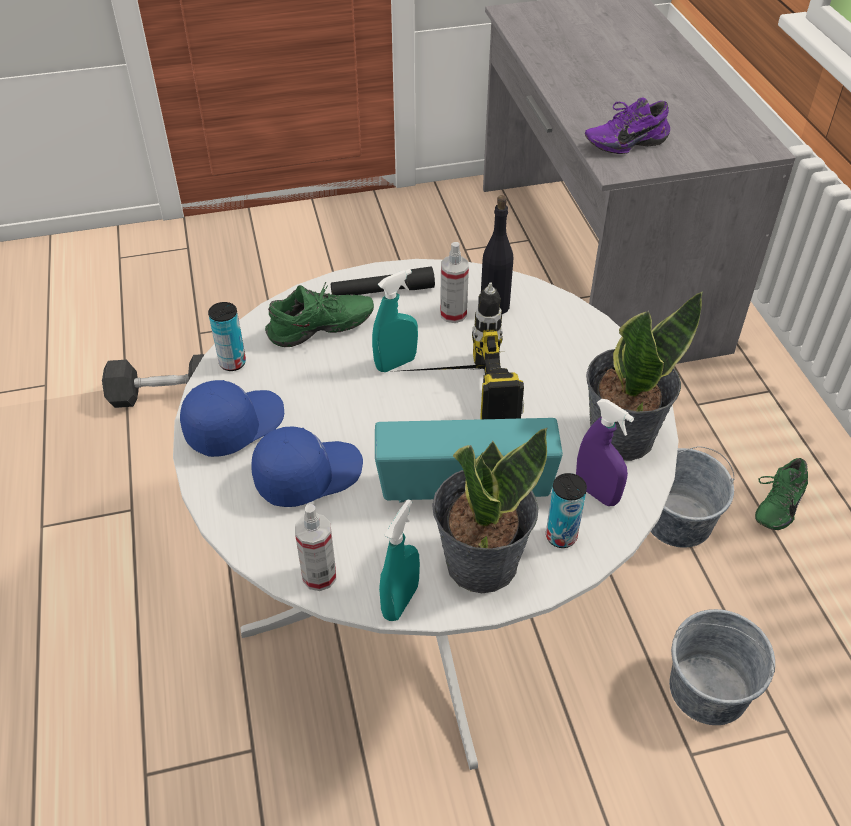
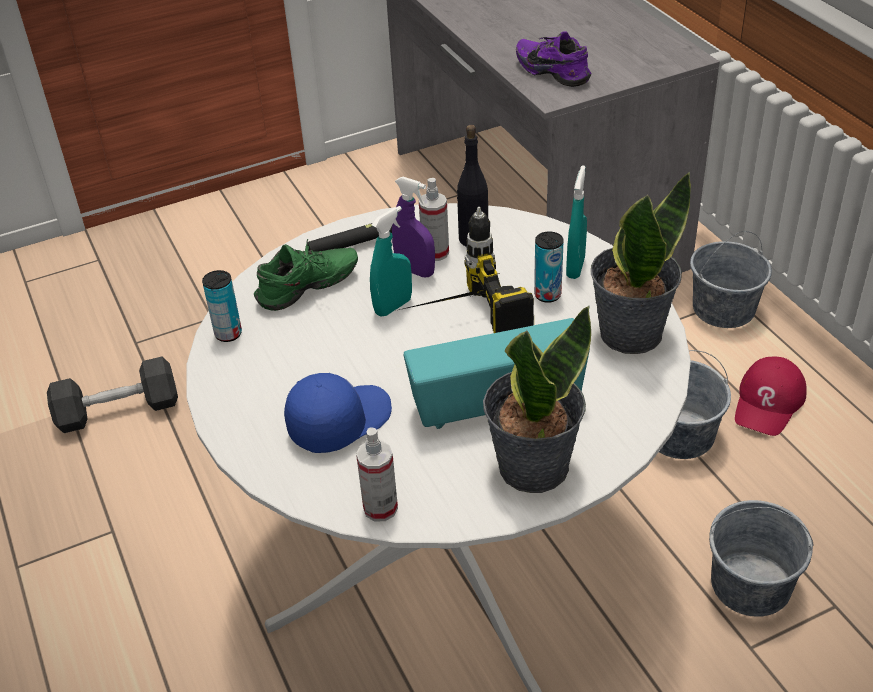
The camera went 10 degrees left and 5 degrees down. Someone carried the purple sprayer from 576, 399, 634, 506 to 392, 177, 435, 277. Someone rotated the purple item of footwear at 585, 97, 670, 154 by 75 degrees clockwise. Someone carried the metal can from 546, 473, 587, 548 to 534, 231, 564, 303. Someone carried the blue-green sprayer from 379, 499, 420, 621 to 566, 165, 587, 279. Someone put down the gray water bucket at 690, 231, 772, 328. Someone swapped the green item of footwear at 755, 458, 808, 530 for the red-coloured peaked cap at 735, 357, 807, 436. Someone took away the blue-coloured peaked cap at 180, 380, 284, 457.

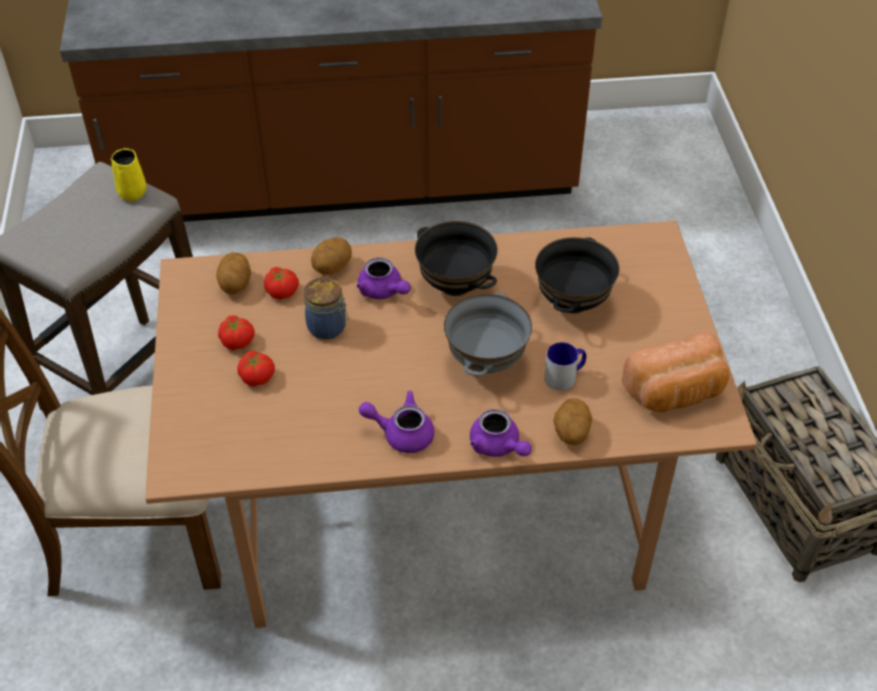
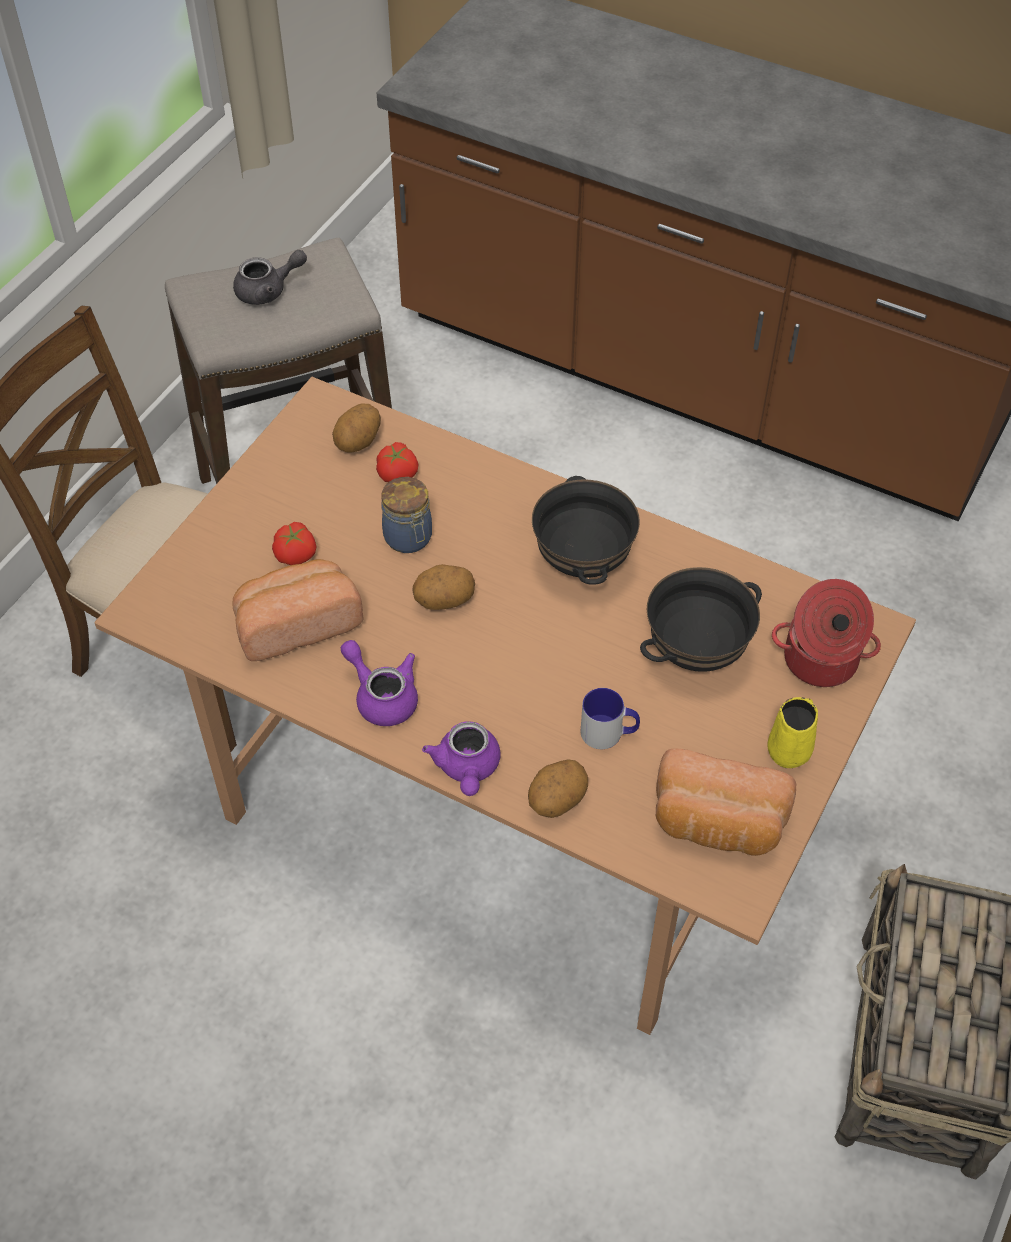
The camera went 35 degrees right and 5 degrees up. Someone put down the gray tea pot at 233, 250, 307, 305. Someone put down the bread at 233, 559, 364, 661. Someone carried the spud from 311, 237, 352, 275 to 412, 564, 475, 610. Someone carried the yellow-coloured mug from 111, 148, 147, 201 to 767, 697, 818, 769. Someone put down the stockpot at 772, 579, 881, 687. Someone took away the fresh tomato at 218, 315, 255, 350. Someone took away the purple tea pot at 356, 257, 411, 299. Someone took away the gray bowl at 444, 293, 532, 376.

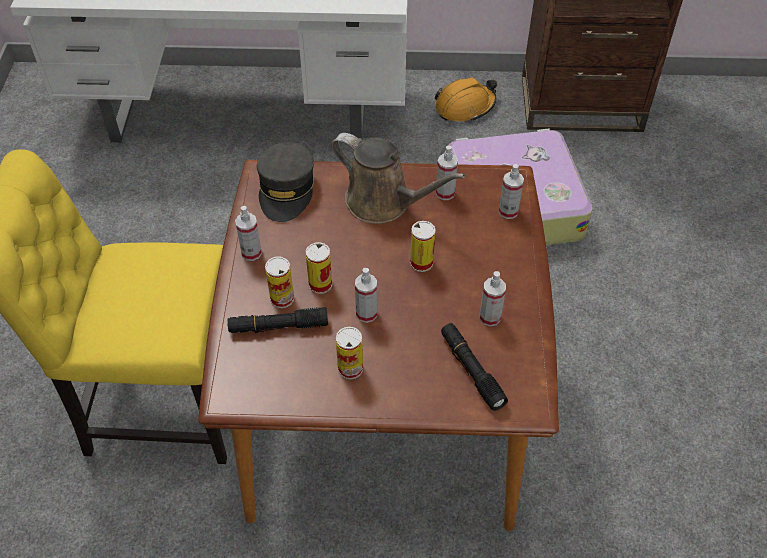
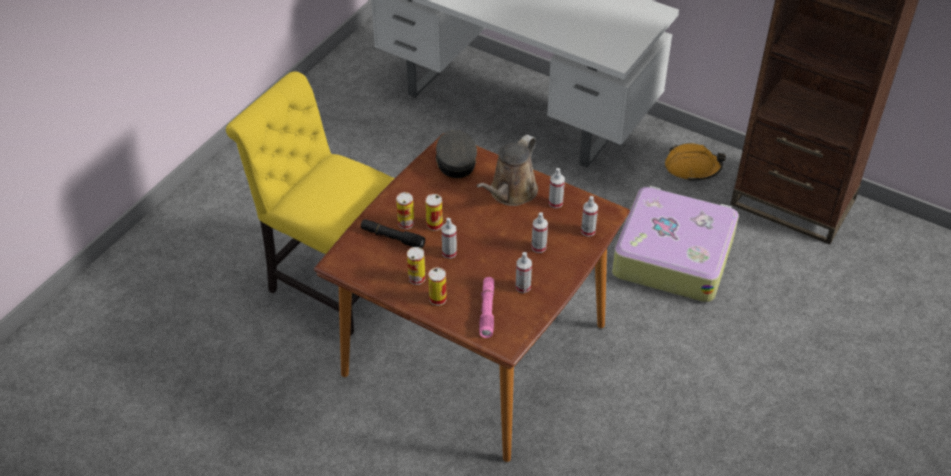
The camera went 30 degrees right and 5 degrees down. Someone carried the metal can from 410, 221, 436, 272 to 428, 268, 447, 306. Someone rotated the gray peaked cap at 257, 142, 314, 222 by 135 degrees clockwise. Someone rotated the brownish watering pot at 331, 133, 465, 224 by 60 degrees clockwise. Someone repainted the black-coloured flashlight at 441, 323, 508, 411, which became the pink flashlight at 479, 277, 494, 338. Someone carried the sprayer from 235, 206, 262, 261 to 531, 212, 548, 253.

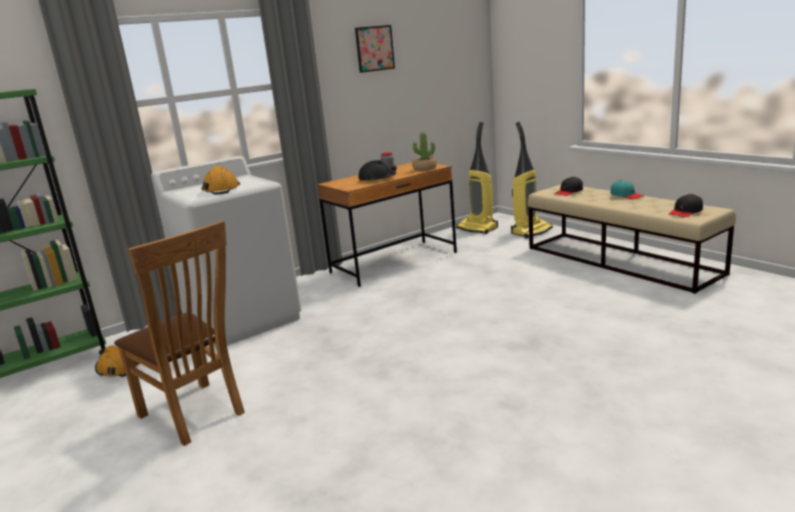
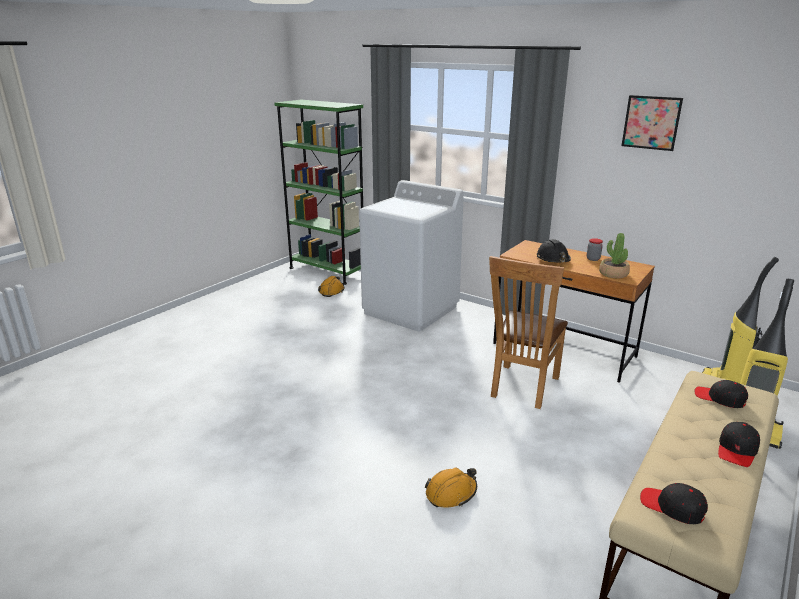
The camera went 70 degrees right and 5 degrees up. Someone carried the orange safety helmet from 201, 166, 240, 195 to 425, 467, 477, 508. Someone carried the brownish upright chair from 114, 221, 245, 446 to 489, 256, 568, 409. Someone repainted the blue-green peaked cap at 610, 180, 643, 199, which became the black-coloured peaked cap at 718, 422, 760, 467.

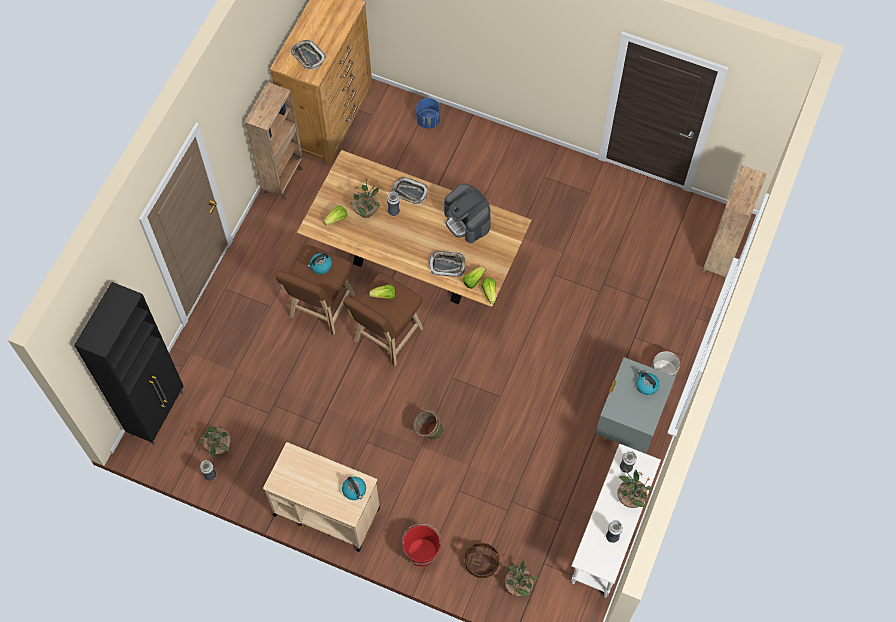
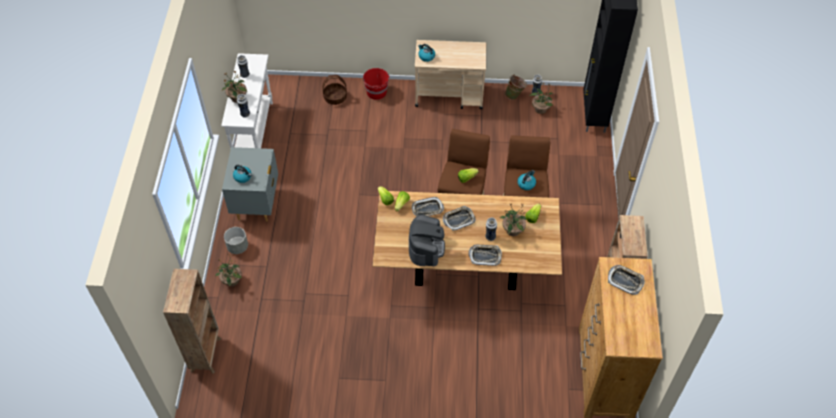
The camera went 160 degrees right and 10 degrees down. Someone carried the houseplant from 505, 559, 538, 597 to 215, 254, 242, 287. Someone rotated the coffee machine at 444, 184, 491, 243 by 60 degrees clockwise. Someone put down the serving tray at 443, 206, 476, 231. Someone carried the green water bucket from 414, 410, 444, 440 to 505, 74, 527, 100. Someone took away the blue-coloured plant pot at 416, 98, 440, 129.

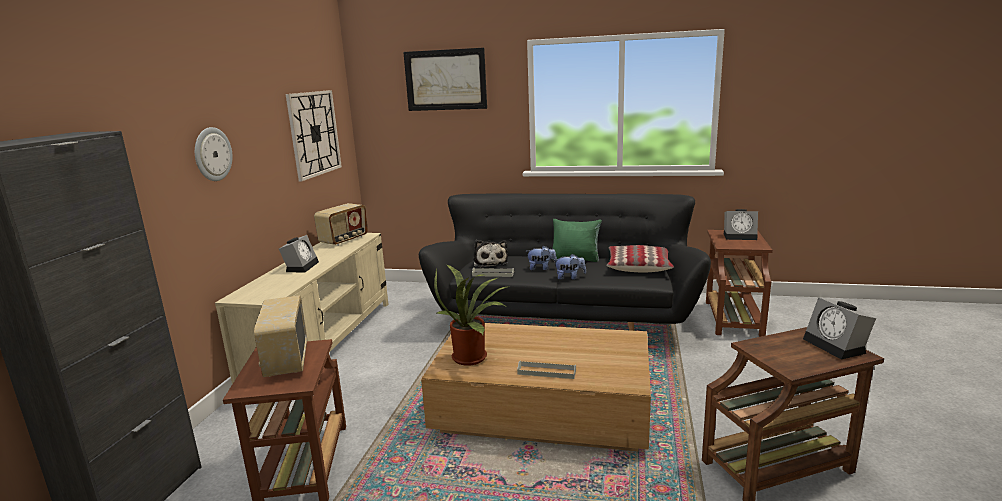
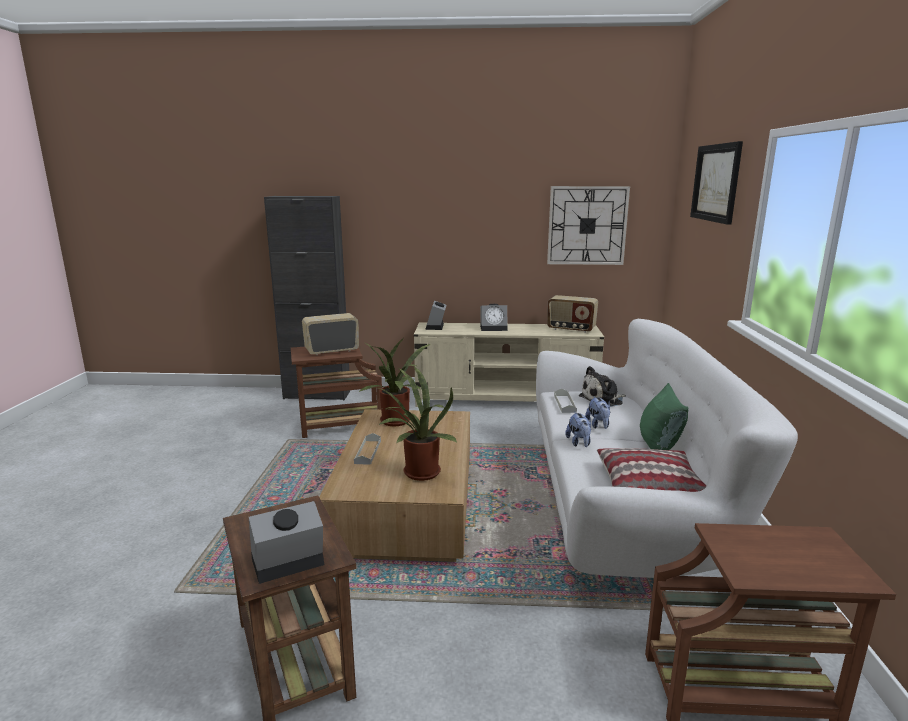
The camera went 80 degrees right and 0 degrees up. Someone put down the houseplant at 378, 366, 457, 481. Someone carried the table clock from 724, 209, 758, 240 to 425, 301, 446, 330. Someone repainted the black-coloured sofa at 419, 193, 711, 331, which became the white sofa at 536, 319, 798, 578. Someone took away the clock on the wall at 195, 127, 233, 181.

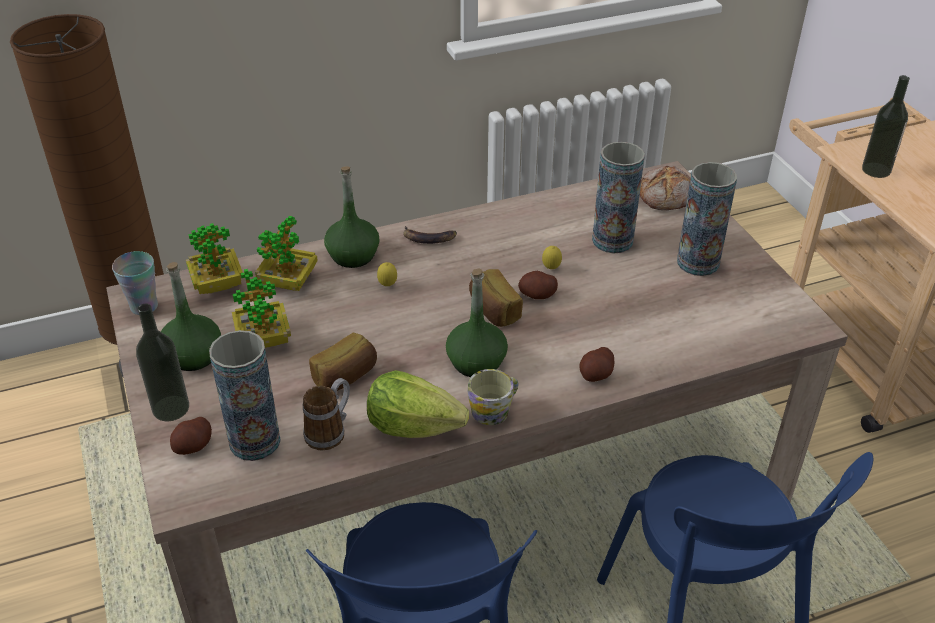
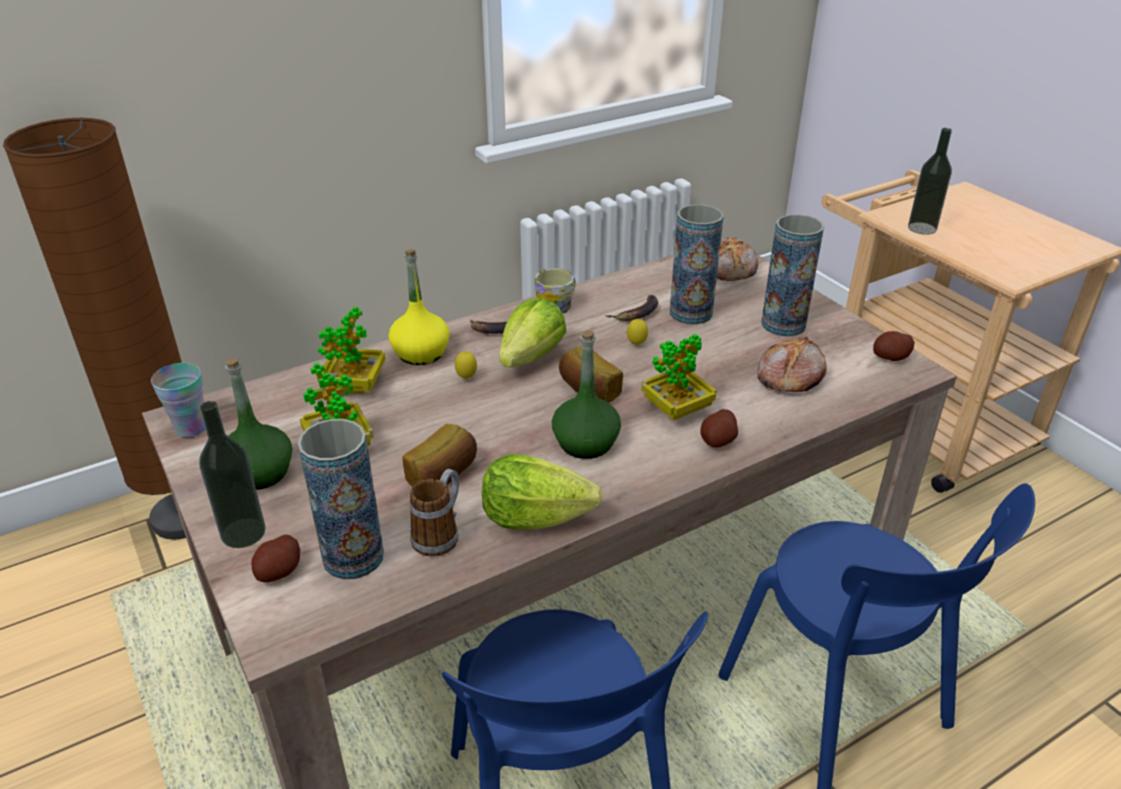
The camera went 10 degrees left and 5 degrees down. Someone repainted the green beverage bottle at 324, 166, 380, 268, which became the yellow-coloured beverage bottle at 388, 249, 450, 365. Someone put down the head of lettuce at 499, 297, 566, 367. Someone carried the mug from 468, 369, 519, 425 to 535, 269, 576, 313. Someone put down the whole banana at 605, 295, 658, 321. Someone carried the houseplant from 186, 223, 243, 294 to 641, 334, 717, 420. Someone put down the bread at 757, 337, 827, 392. Someone carried the spud from 518, 271, 558, 299 to 873, 331, 915, 361.

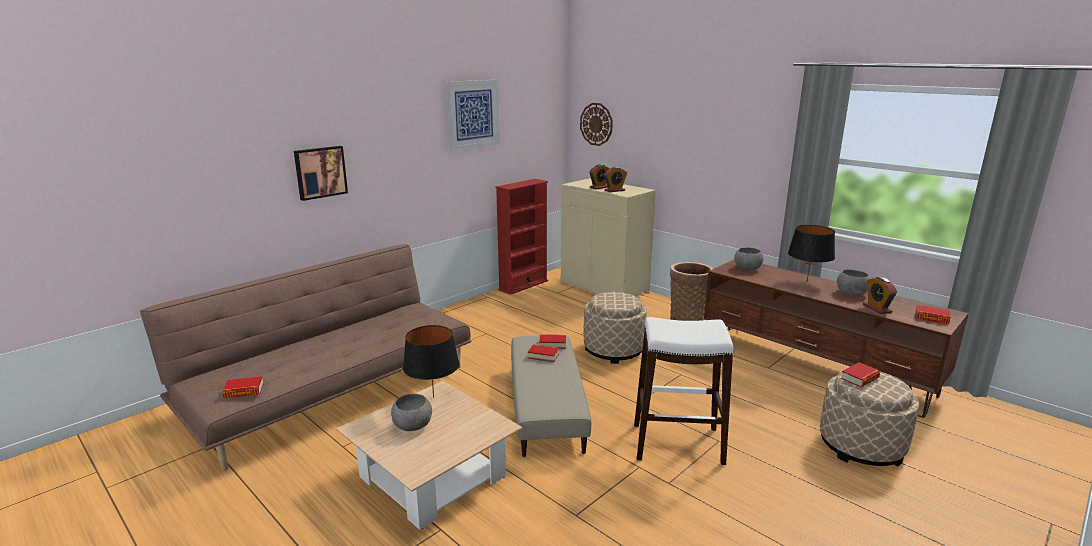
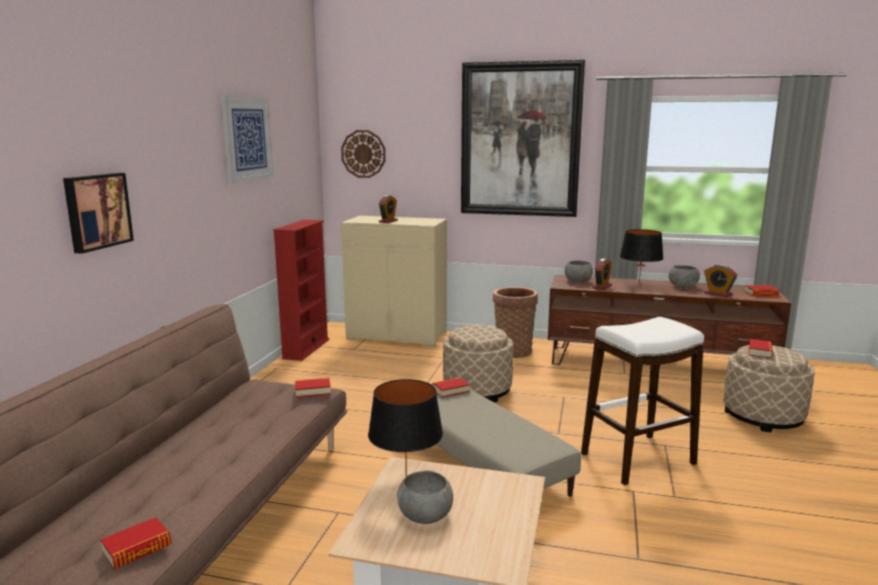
The camera went 30 degrees left and 5 degrees down. Someone carried the volume from 528, 344, 559, 362 to 295, 378, 331, 398. Someone put up the wall picture at 461, 60, 585, 217. Someone carried the table clock from 604, 167, 627, 192 to 592, 258, 612, 290.

